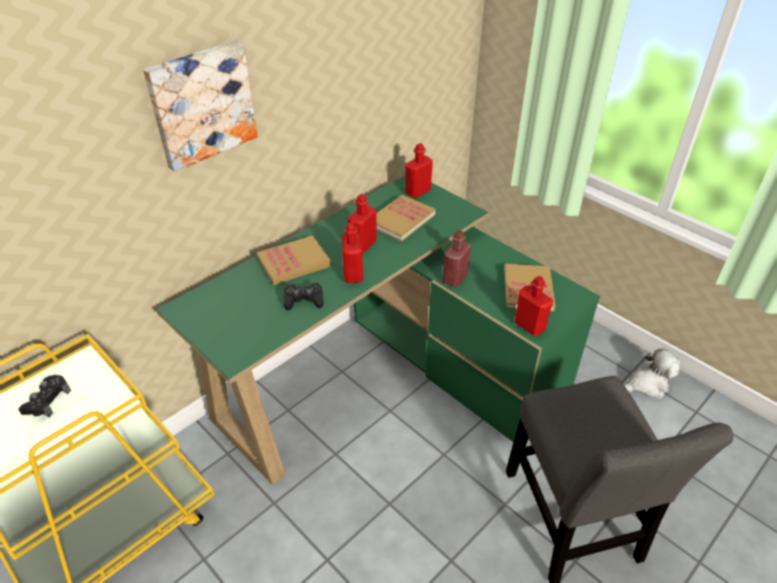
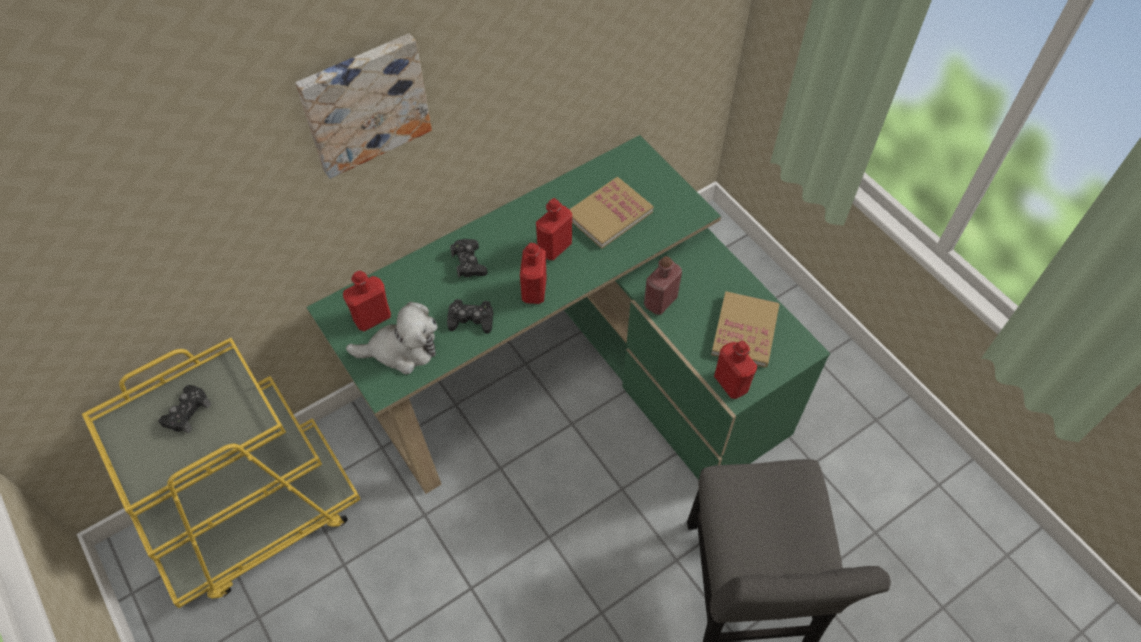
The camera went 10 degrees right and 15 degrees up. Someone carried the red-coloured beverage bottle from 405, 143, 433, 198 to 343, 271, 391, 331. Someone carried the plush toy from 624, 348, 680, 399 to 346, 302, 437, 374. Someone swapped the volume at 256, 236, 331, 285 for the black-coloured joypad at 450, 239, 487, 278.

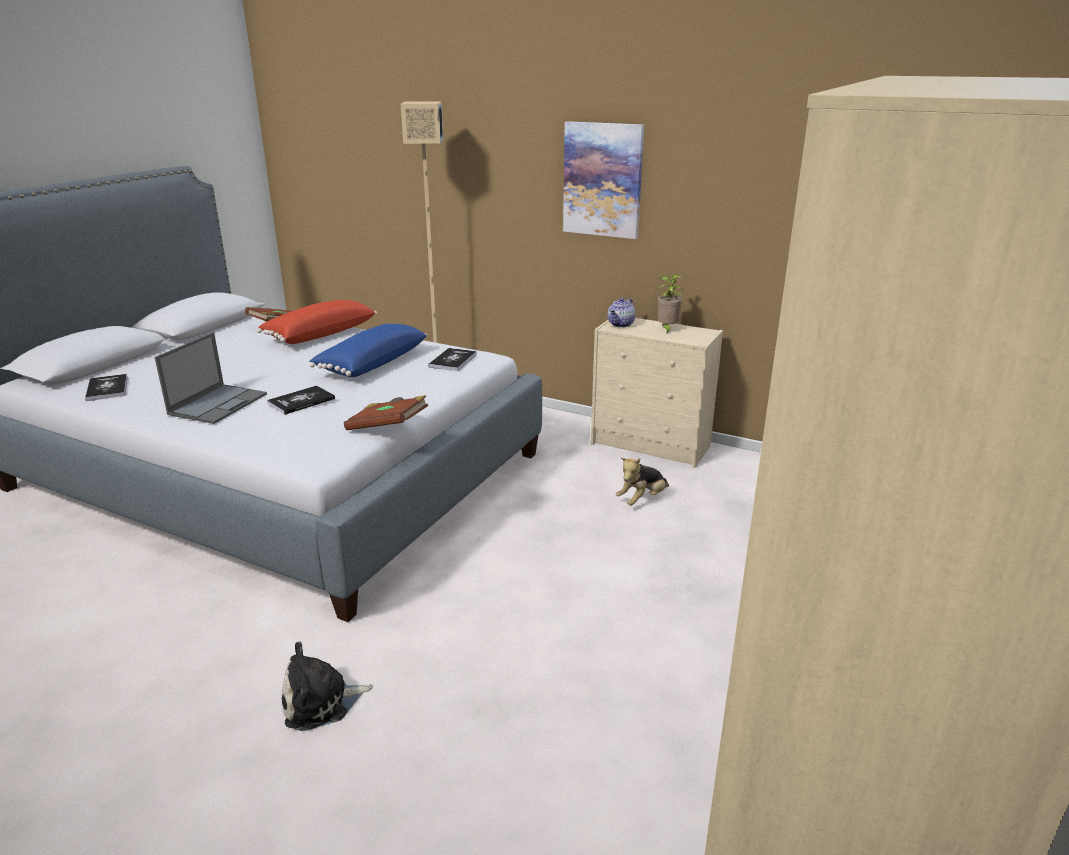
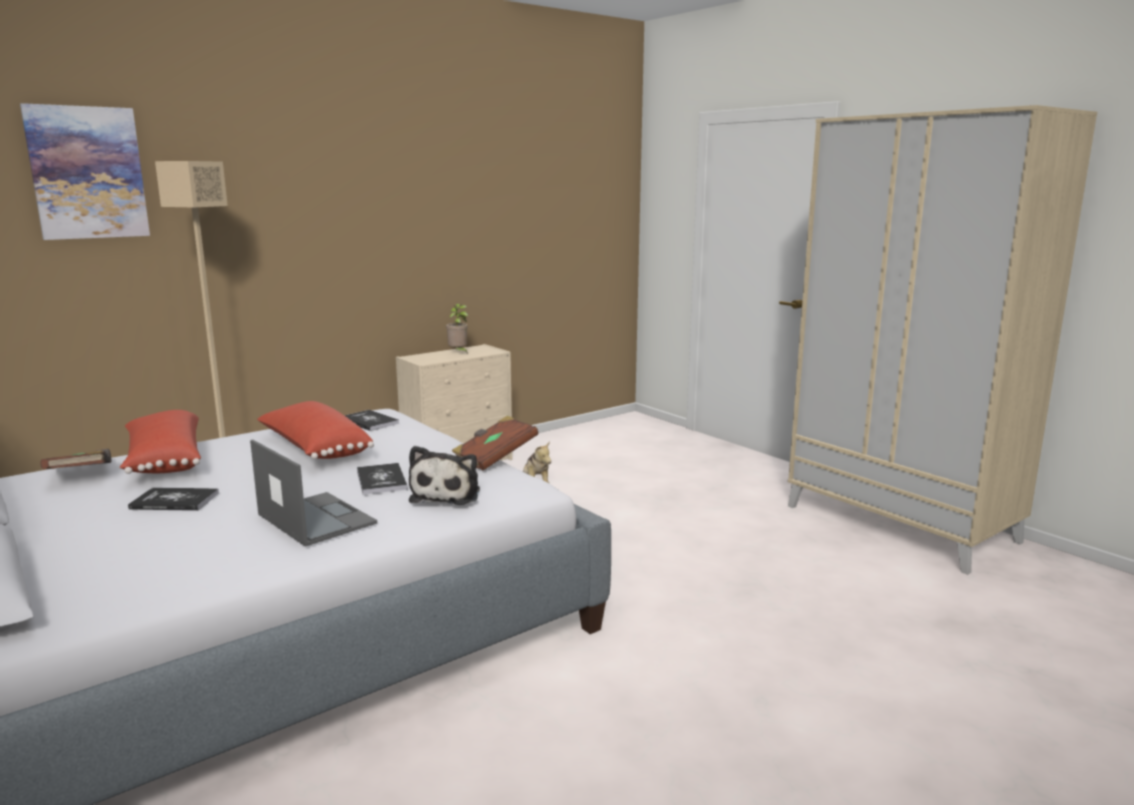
The camera went 65 degrees left and 10 degrees down. Someone carried the wall picture from 563, 121, 644, 239 to 20, 103, 150, 240. Someone carried the volume from 85, 374, 128, 401 to 128, 487, 219, 511. Someone repainted the blue-coloured pillow at 309, 324, 428, 377, which became the red-coloured pillow at 257, 401, 374, 459. Someone carried the plush toy from 281, 641, 373, 731 to 409, 446, 480, 505. Someone took away the tea pot at 607, 298, 636, 327.

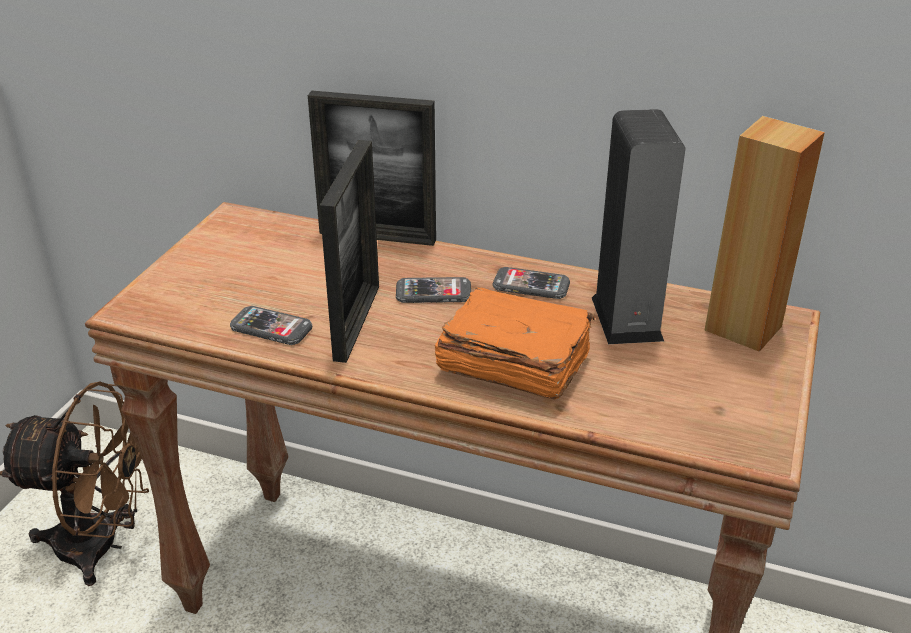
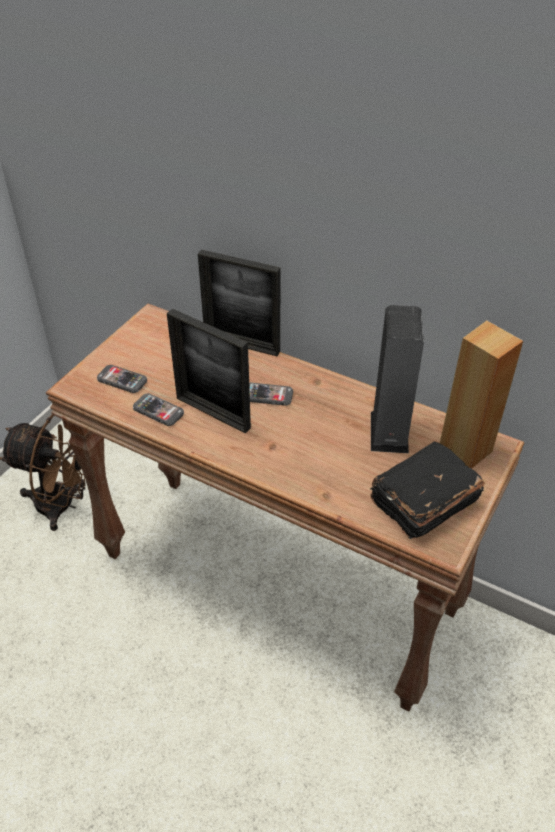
The camera went 10 degrees right and 10 degrees up. Someone carried the handset from 493, 267, 570, 299 to 97, 365, 147, 393. Someone rotated the photo frame at 320, 140, 379, 363 by 105 degrees clockwise. Someone put down the black-coloured volume at 370, 441, 485, 539. Someone took away the orange volume at 435, 287, 595, 399.

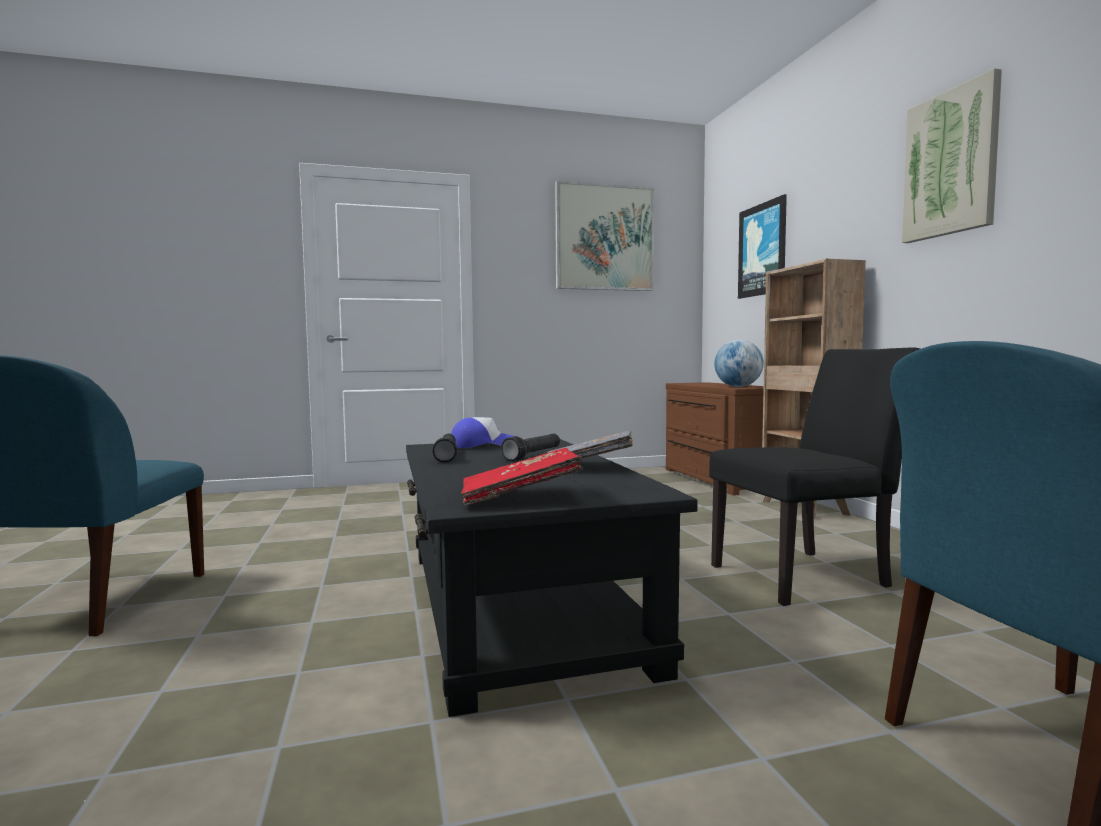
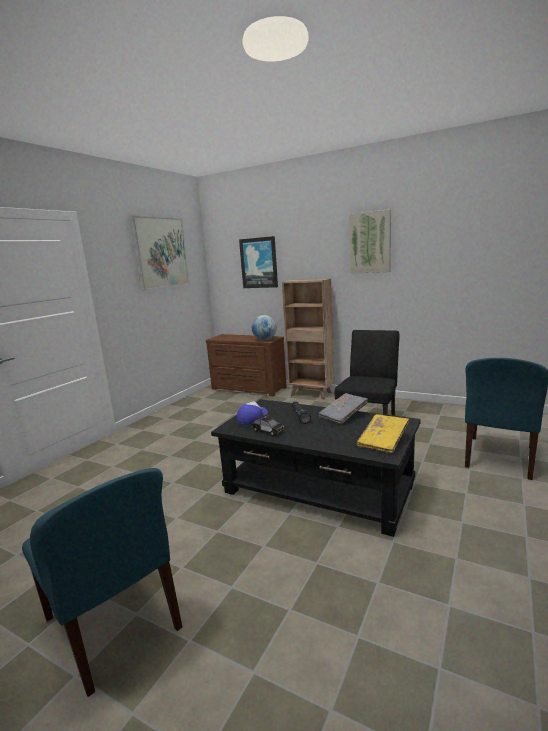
The camera went 45 degrees left and 10 degrees up. Someone swapped the black-coloured flashlight at 432, 434, 457, 462 for the miniature car at 252, 415, 285, 436. Someone repainted the red-coloured volume at 461, 448, 583, 506, which became the yellow-coloured volume at 357, 414, 409, 454.

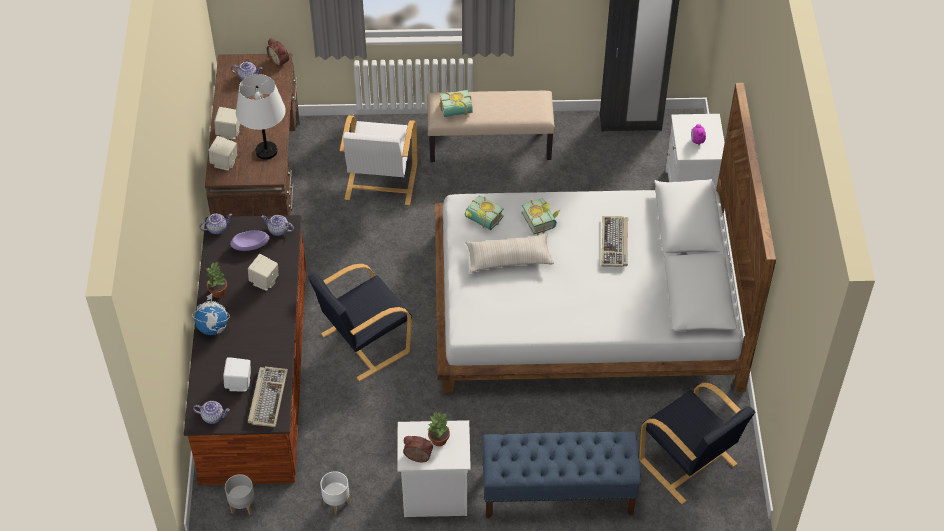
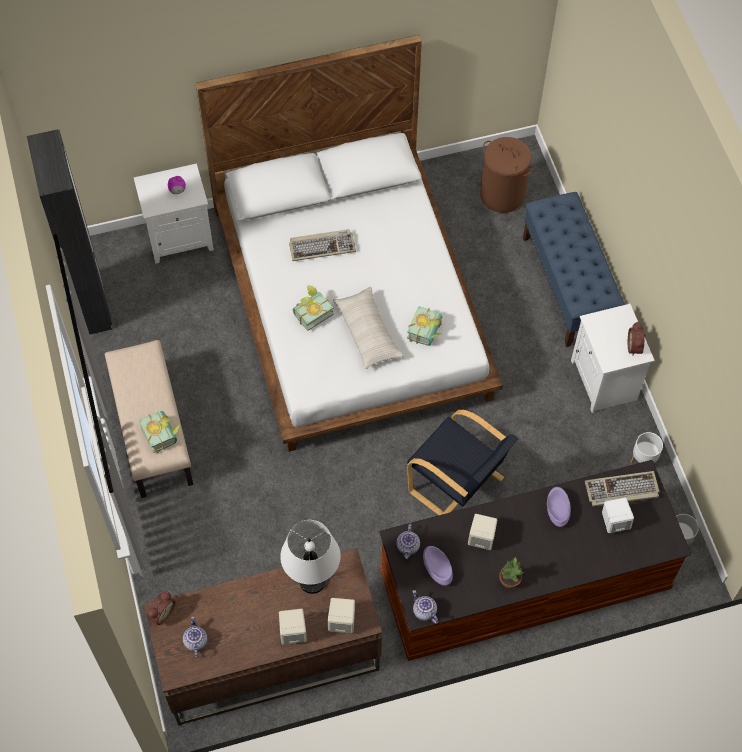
The camera went 105 degrees left and 10 degrees up. Someone carried the volume from 465, 195, 504, 230 to 407, 306, 443, 346. Someone swapped the black-coloured easy chair at 639, 383, 755, 504 for the brownish laundry basket at 480, 137, 534, 213. Someone put down the purple bowl at 547, 487, 571, 527. Someone took away the desk globe at 192, 293, 230, 335. Someone took away the tea pot at 193, 401, 230, 424. Someone took away the white easy chair at 339, 115, 418, 205. Someone took away the houseplant at 428, 412, 450, 446.

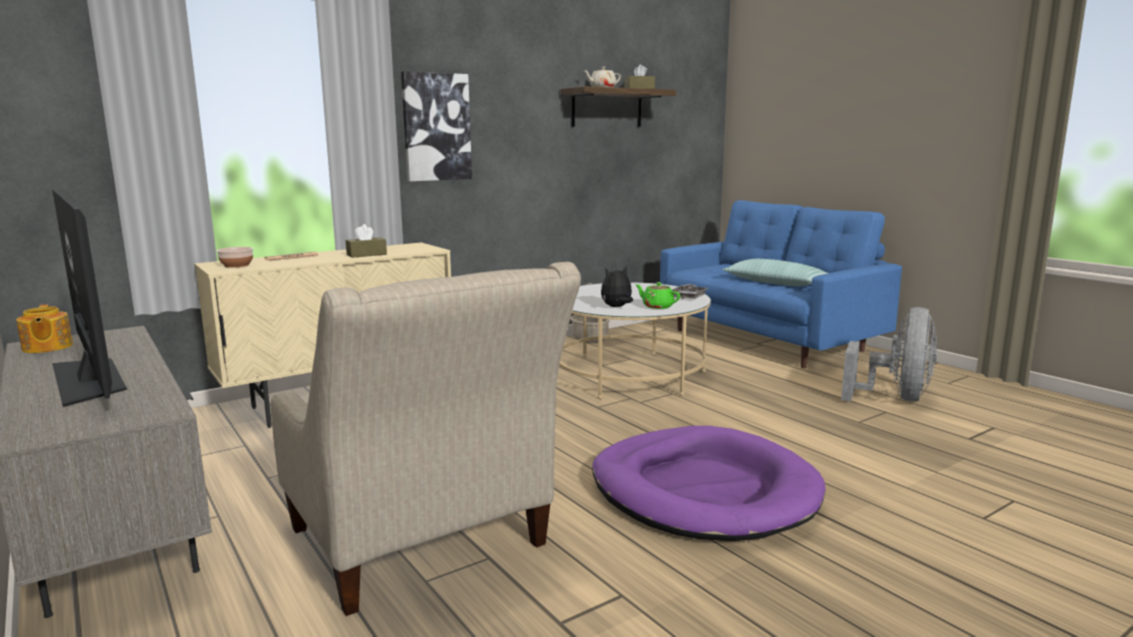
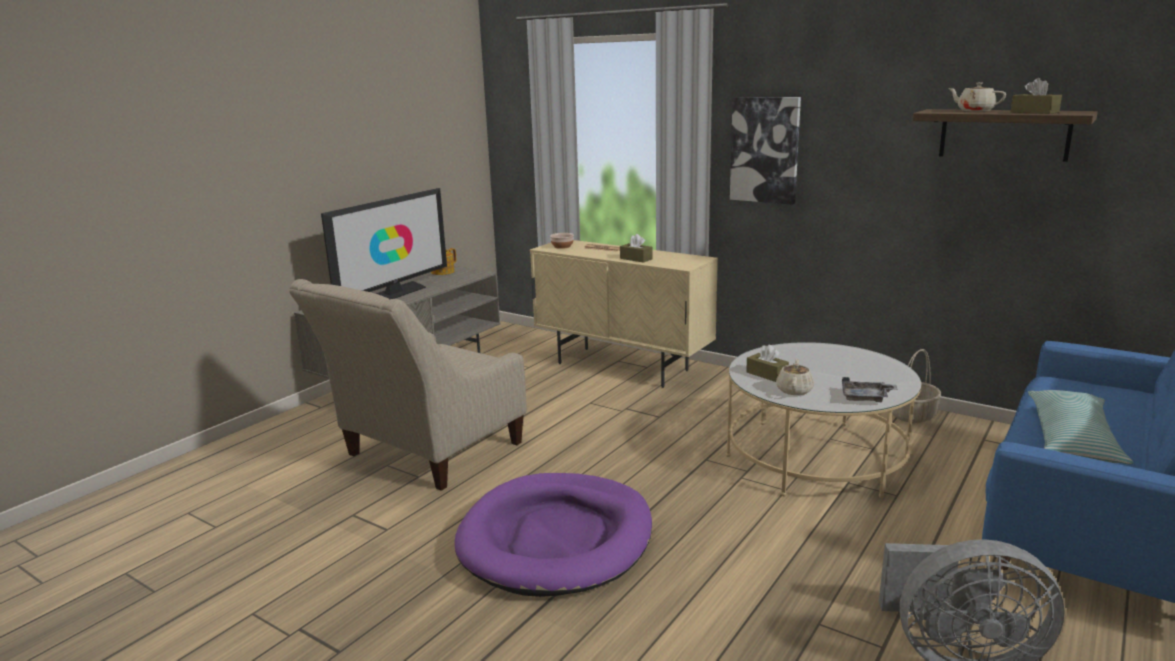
The camera went 70 degrees right and 5 degrees up. Someone swapped the plush toy at 601, 267, 633, 307 for the brownish tissue box at 746, 344, 789, 382. Someone repainted the green tea pot at 635, 282, 680, 309, which became the beige-coloured tea pot at 776, 358, 814, 395.

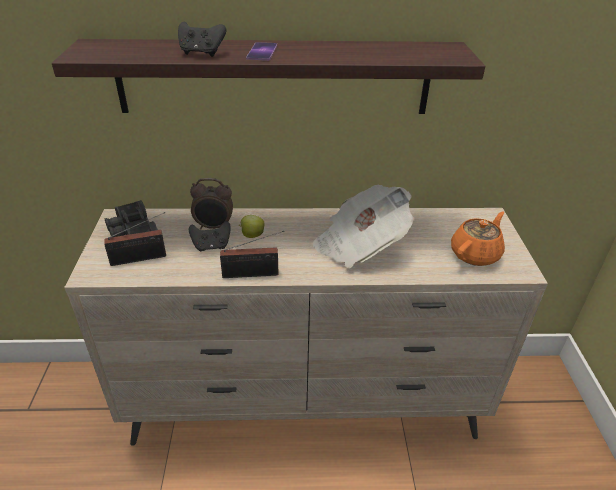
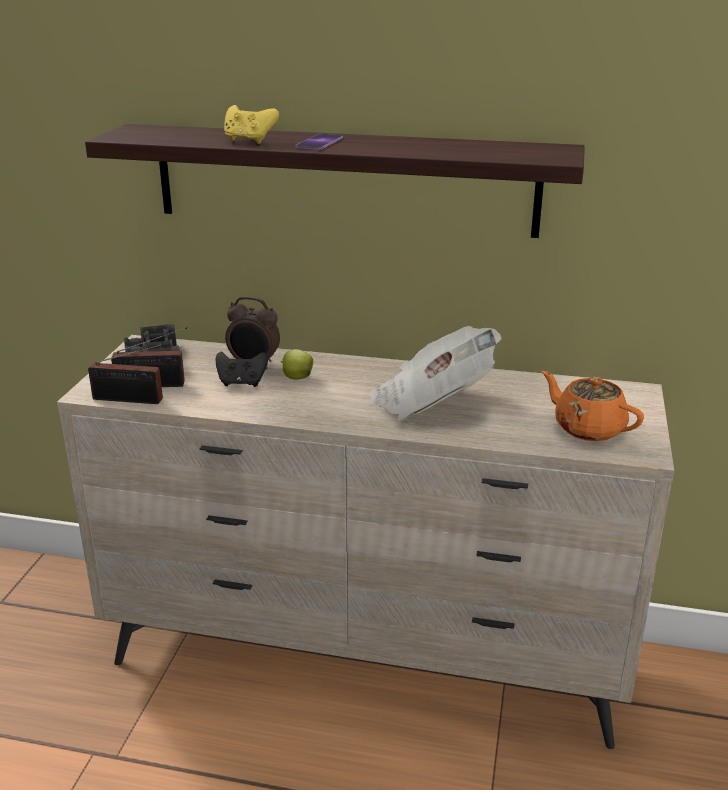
The camera went 15 degrees right and 10 degrees down. Someone carried the radio receiver from 220, 231, 284, 278 to 88, 344, 164, 404. Someone repainted the black-coloured joypad at 178, 22, 226, 57, which became the yellow-coloured joypad at 224, 105, 279, 144. Someone rotated the orange tea pot at 451, 212, 505, 266 by 105 degrees counterclockwise.

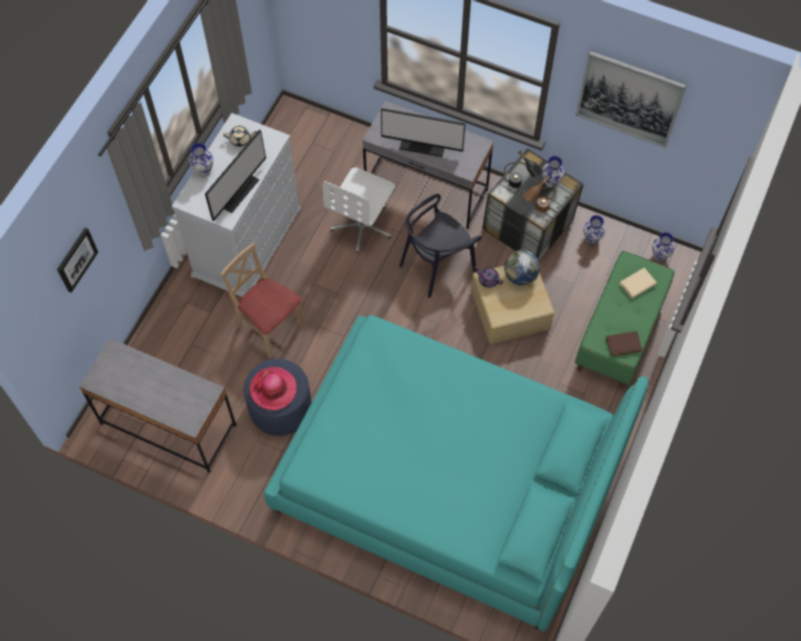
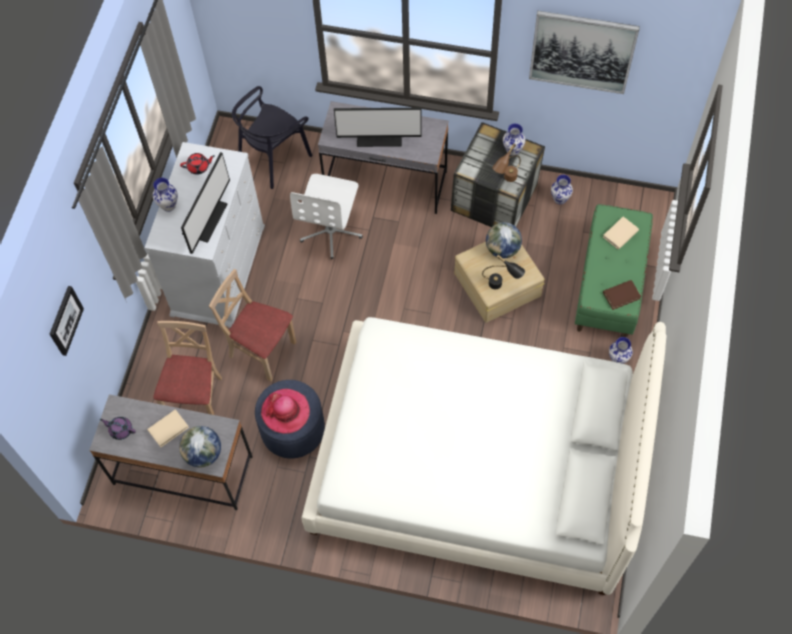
The camera went 10 degrees left and 0 degrees up. Someone carried the purple tea pot from 474, 266, 503, 288 to 99, 417, 136, 440. Someone put down the beige-coloured volume at 147, 409, 189, 447. Someone put down the beige-coloured upright chair at 154, 321, 222, 415. Someone put down the desk globe at 179, 426, 221, 468. Someone repainted the beige-coloured tea pot at 223, 126, 257, 147, which became the red-coloured tea pot at 180, 153, 215, 175. Someone carried the black-coloured upright chair from 399, 194, 482, 298 to 232, 86, 312, 189. Someone repainted the blue-green sleeping bed at 264, 315, 648, 631, which became the white sleeping bed at 302, 317, 667, 595. Someone carried the black-coloured table lamp from 504, 150, 543, 188 to 482, 254, 525, 289. Someone carried the decorative vase from 652, 232, 674, 261 to 609, 337, 633, 364.

